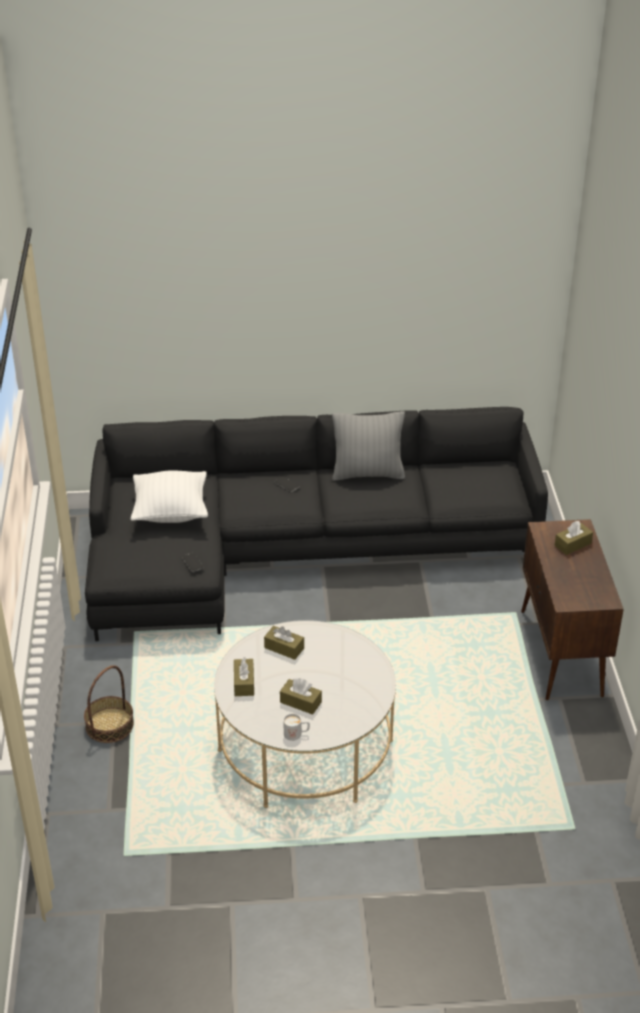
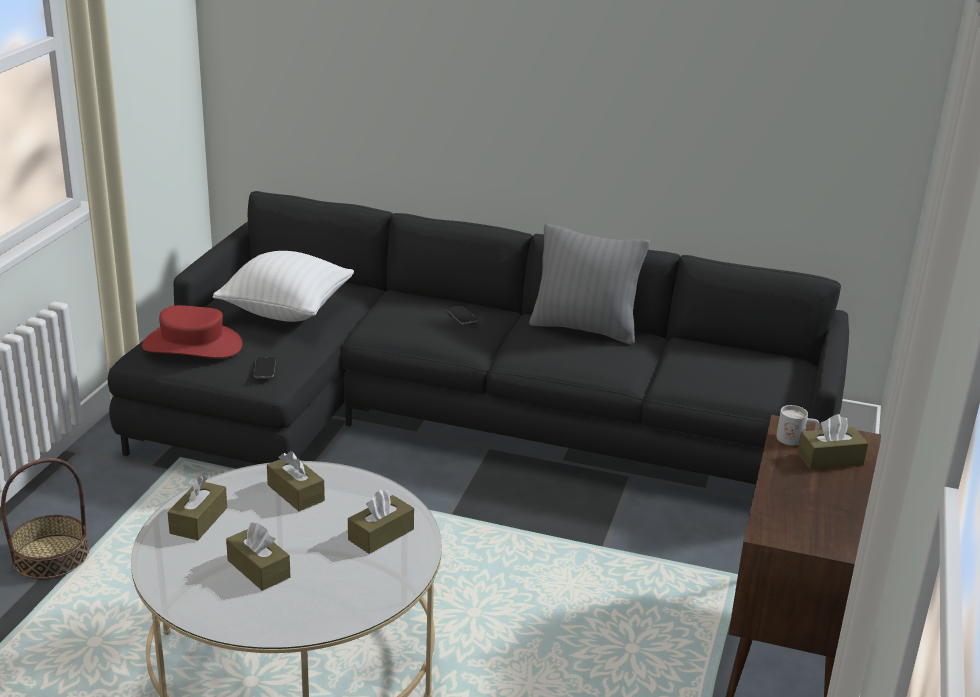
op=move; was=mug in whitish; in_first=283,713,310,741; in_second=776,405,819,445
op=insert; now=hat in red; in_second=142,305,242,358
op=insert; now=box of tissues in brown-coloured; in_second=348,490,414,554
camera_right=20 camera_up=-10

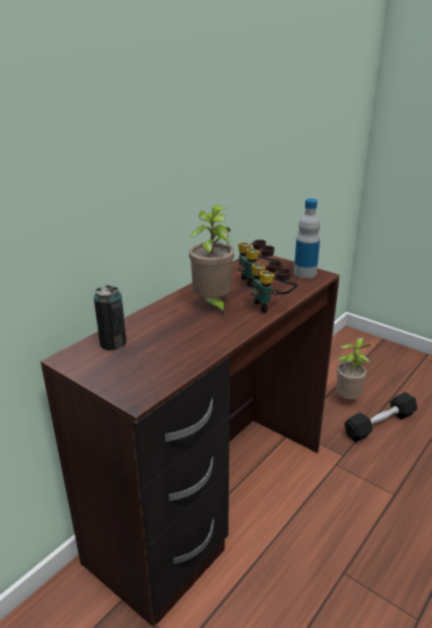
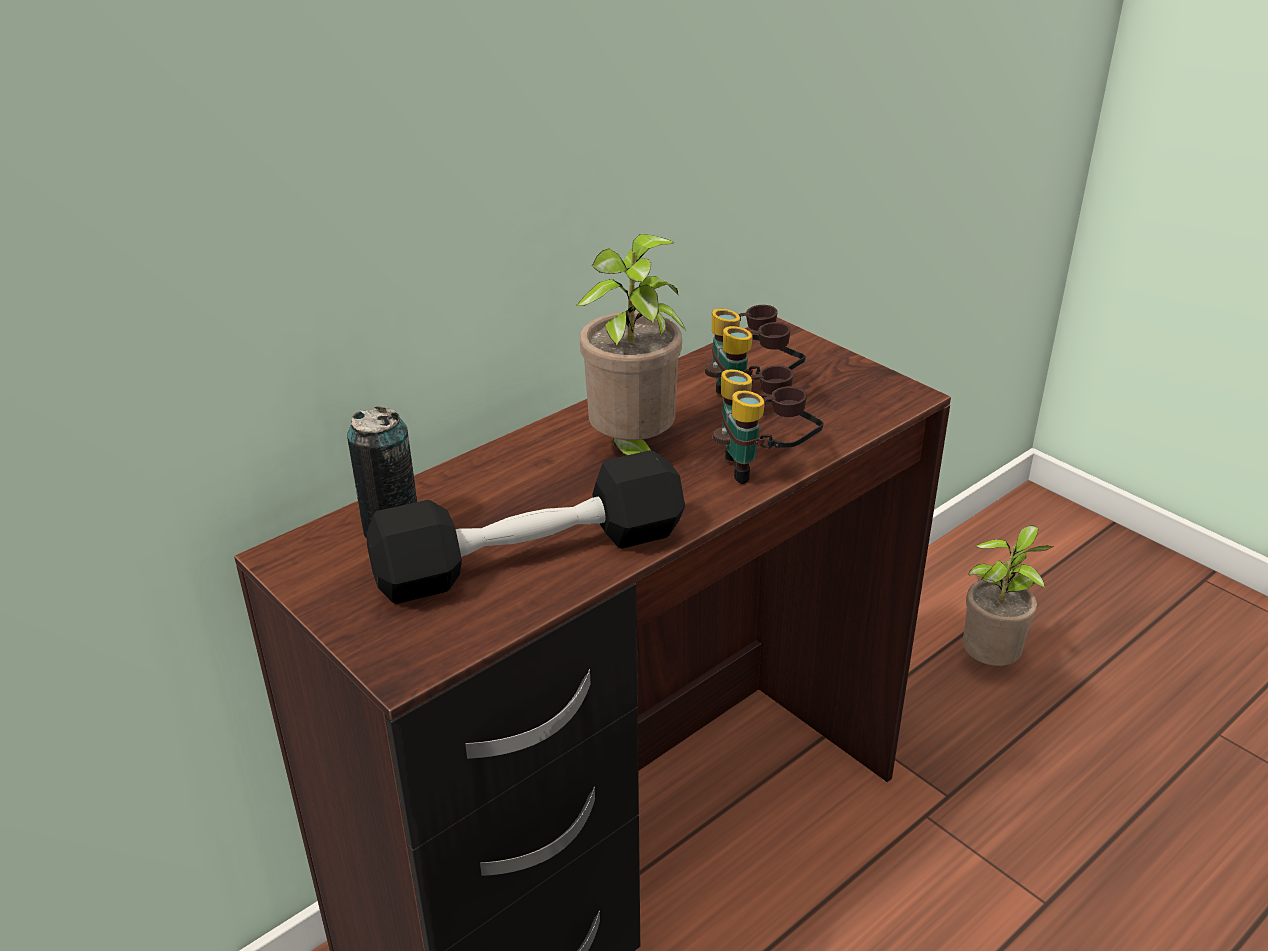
op=delete; was=bottle; in_first=294,199,320,279
op=move; was=hand weight in black; in_first=344,392,417,442; in_second=366,450,685,604
camera_right=10 camera_up=5

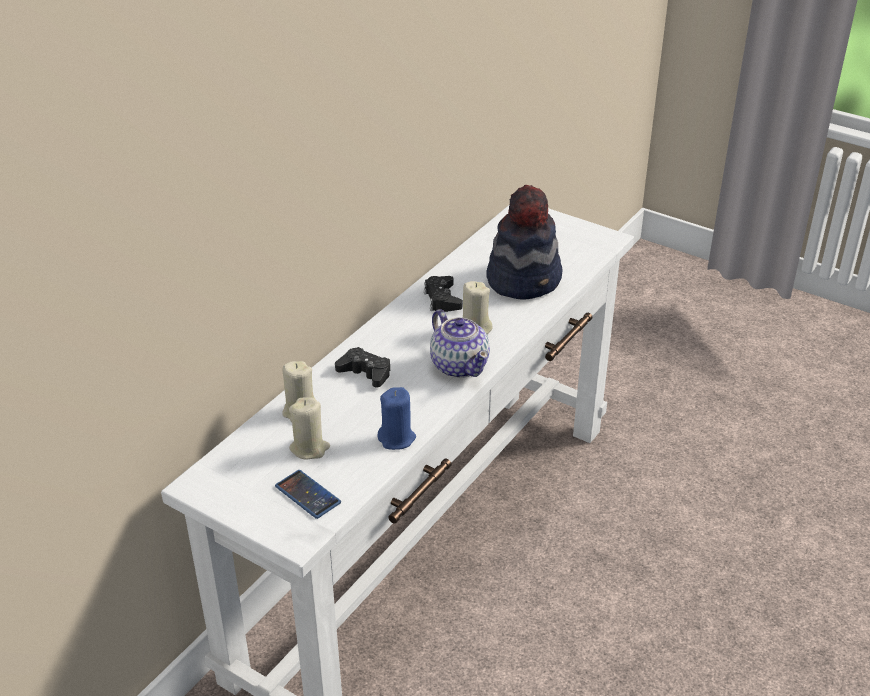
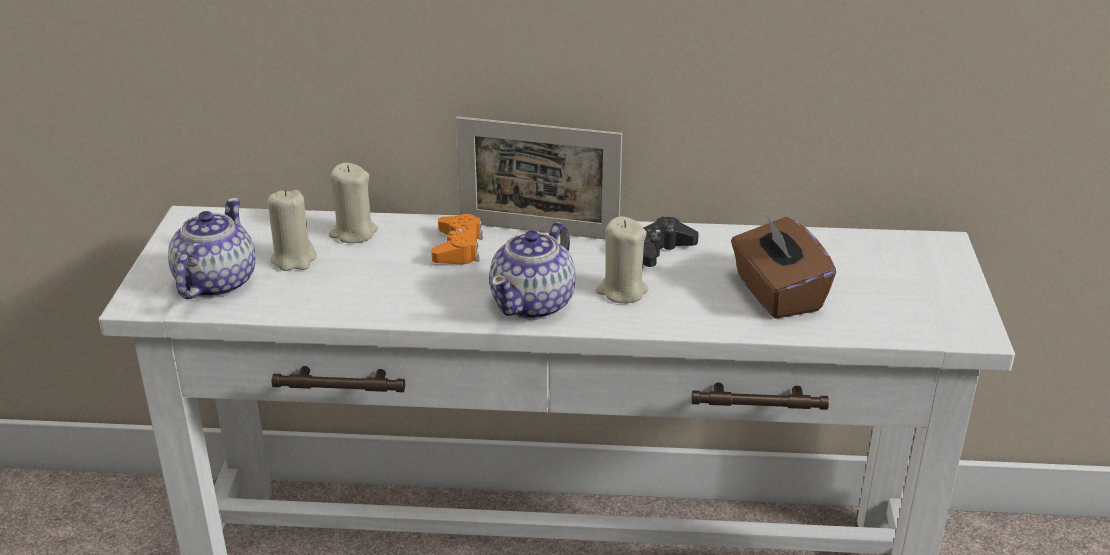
op=replace; was=phone; now=pot for tea; in_first=275,470,341,519; in_second=168,198,255,299
op=recolor; was=game controller in black; now=game controller in orange-coloured; in_first=335,347,390,387; in_second=431,214,483,264
op=delete; was=candle in bluish; in_first=377,387,416,450
op=replace; was=hat; now=box of tissues in brown-coloured; in_first=486,185,562,300; in_second=731,215,836,319
op=insert; now=standing frame; in_second=456,117,622,239
camera_right=60 camera_up=-5

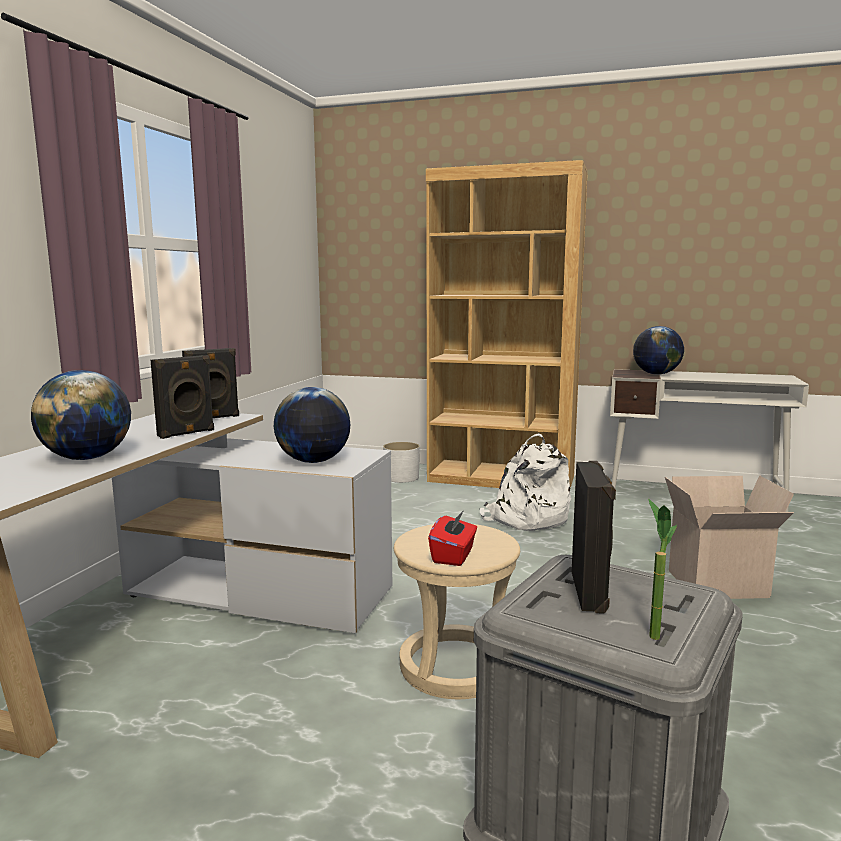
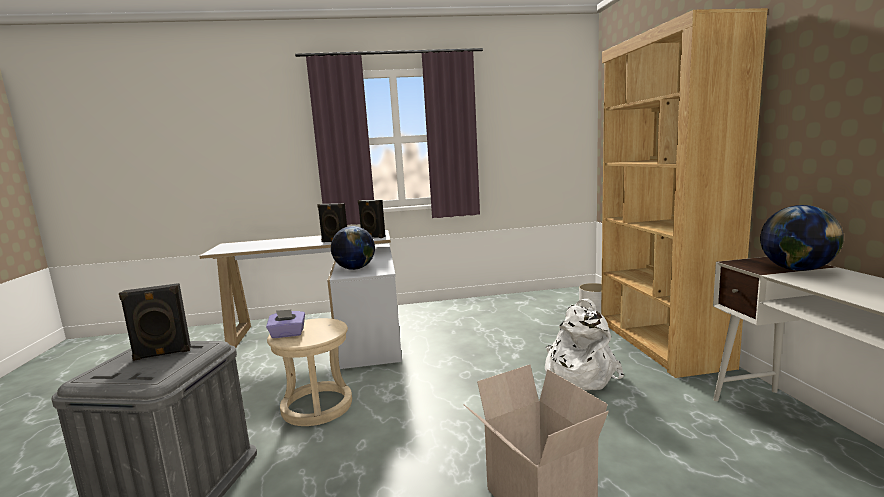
op=delete; was=world globe; in_first=31,370,131,460
op=recolor; was=box of tissues in red; now=box of tissues in purple-coloured; in_first=428,510,477,566; in_second=266,309,305,338
op=delete; was=houseplant; in_first=648,499,677,640
camera_right=65 camera_up=0

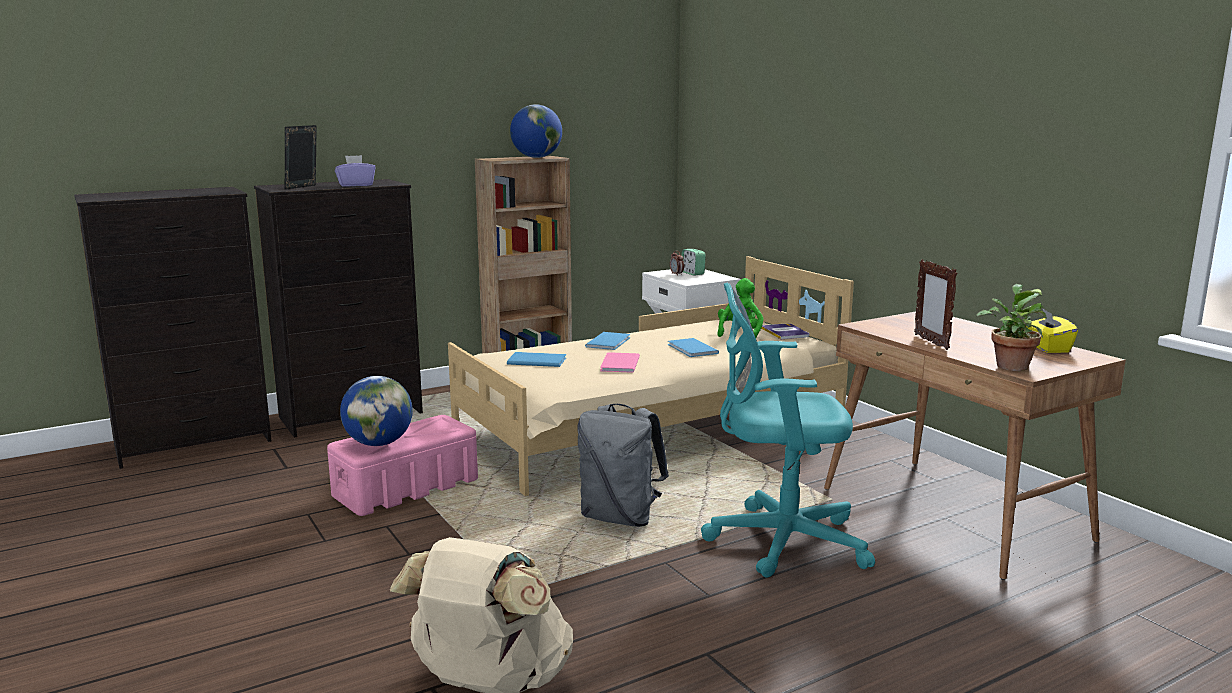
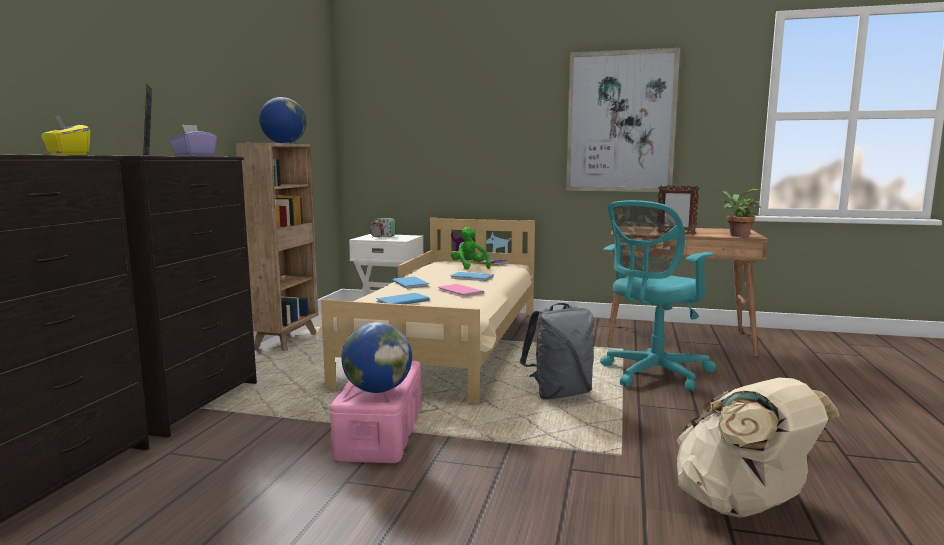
op=move; was=box of tissues in yellow-coloured; in_first=1026,308,1078,353; in_second=41,115,90,155
op=insert; now=wall picture; in_second=566,48,680,192
camera_right=-45 camera_up=-5

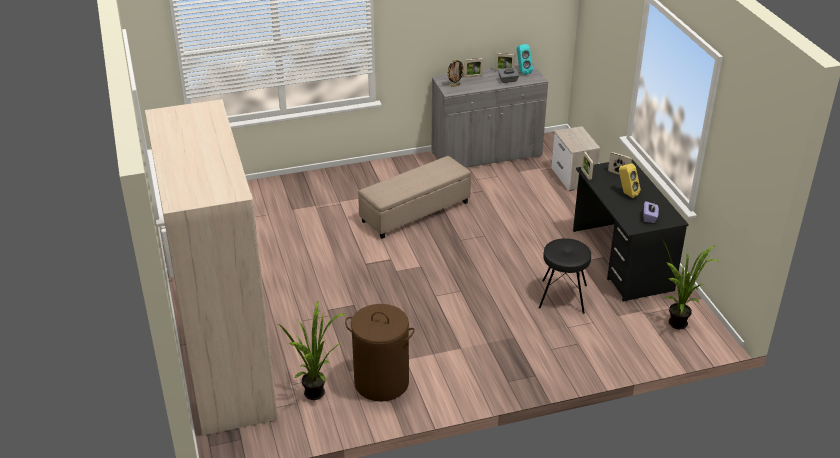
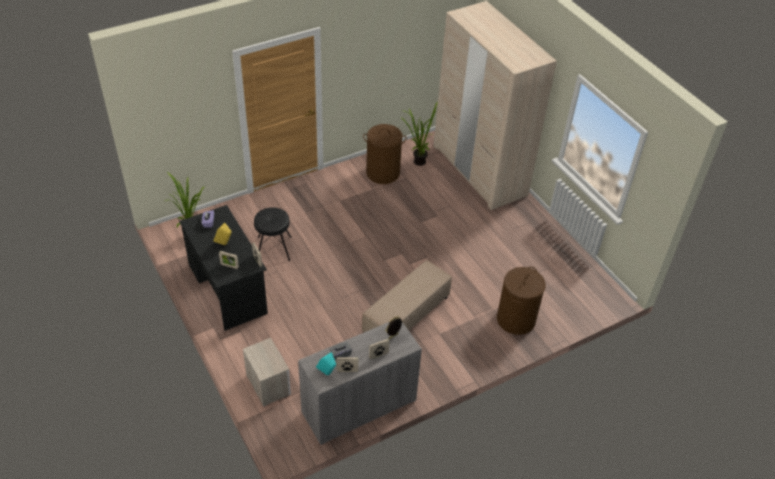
op=insert; now=hamper in brown-coloured; in_second=497,267,546,335
camera_right=165 camera_up=10

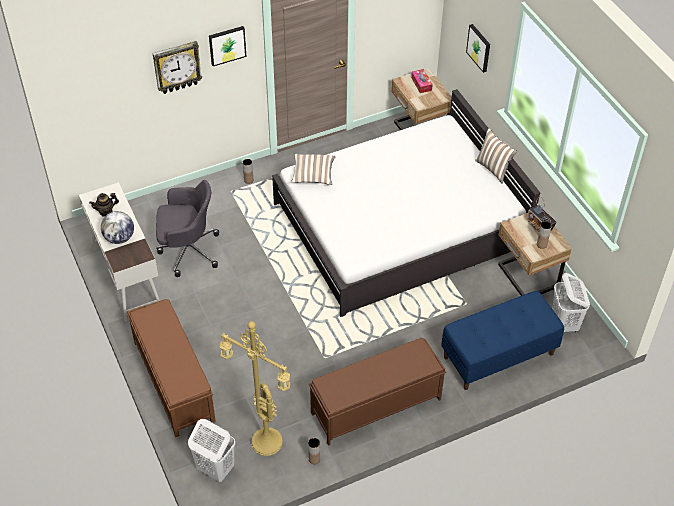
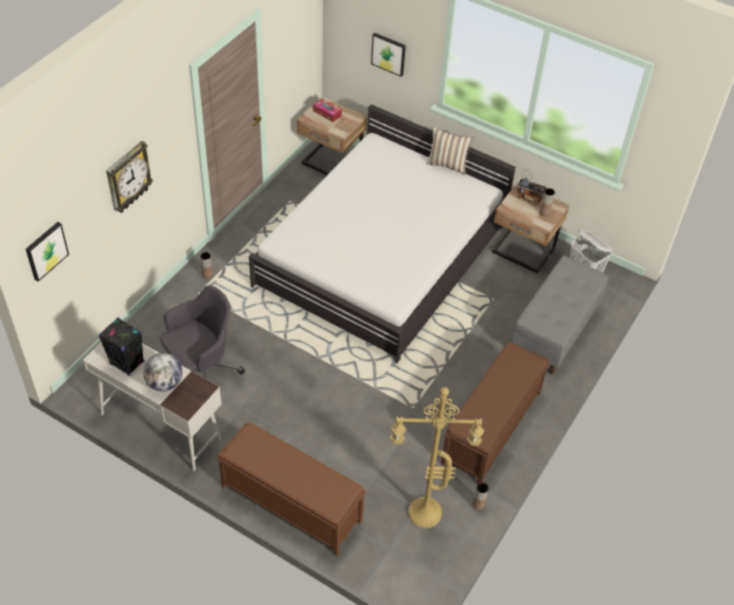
op=replace; was=pot for tea; now=speaker in black; in_first=89,193,119,216; in_second=98,317,144,376
op=delete; was=hamper in whitish; in_first=188,419,235,482
op=move; was=wall picture; in_first=209,26,247,66; in_second=26,222,69,282
op=delete; was=cushion; in_first=291,154,335,185
op=recolor; was=bench in bluish; now=bench in gray; in_first=441,291,564,390; in_second=510,256,609,375
camera_right=-35 camera_up=0

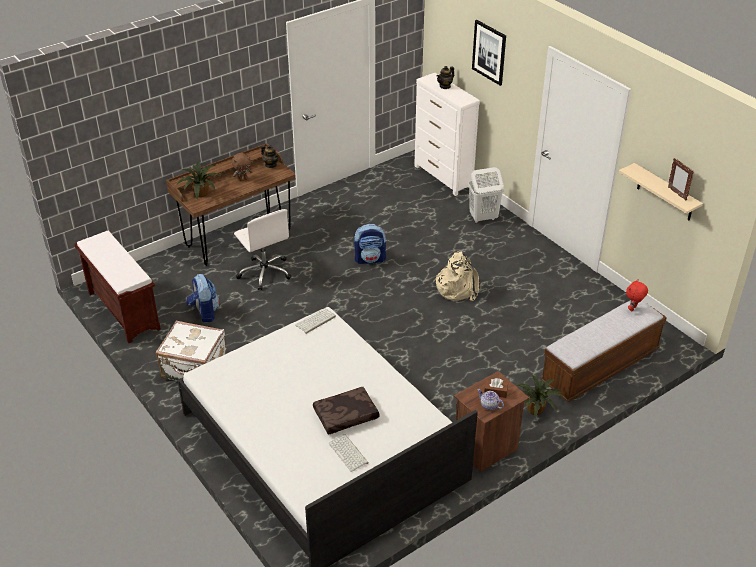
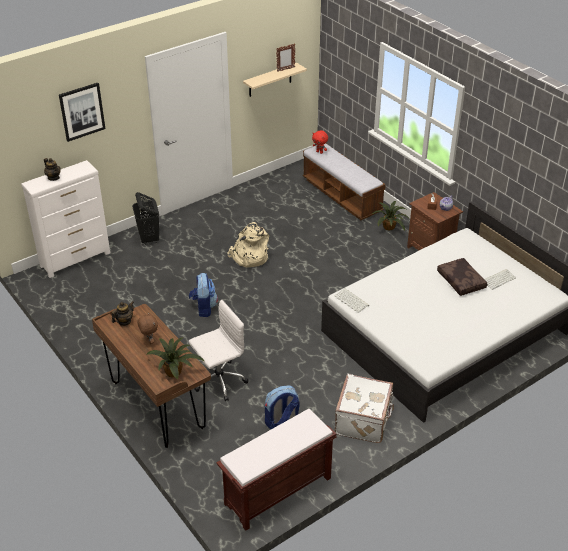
op=recolor; was=hamper in whitish; now=hamper in black; in_first=468,167,504,223; in_second=132,192,159,245
camera_right=-90 camera_up=0

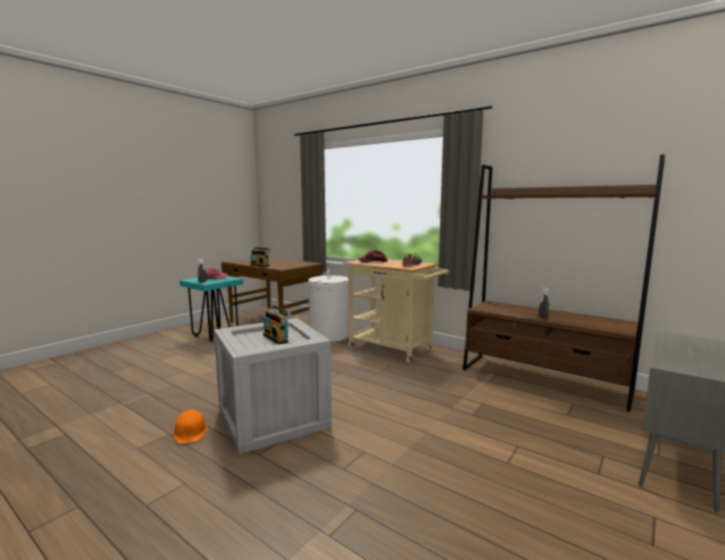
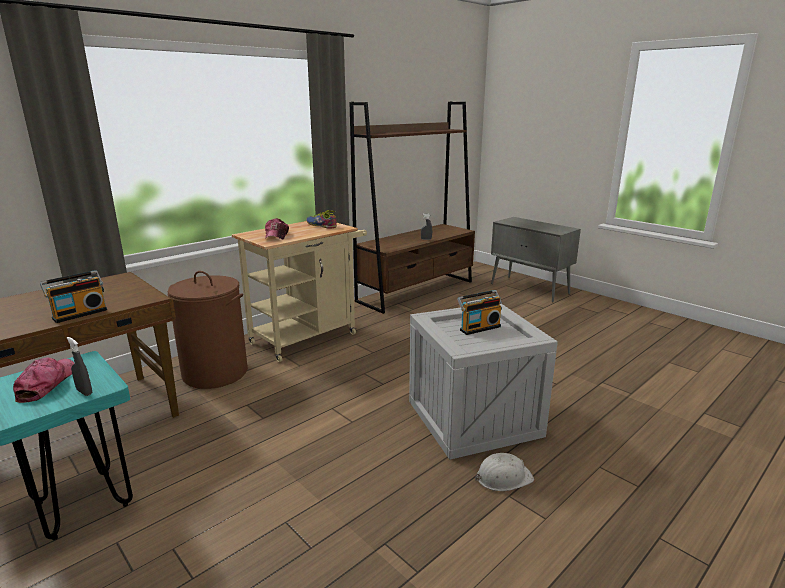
op=recolor; was=safety helmet in orange-coloured; now=safety helmet in whitish; in_first=173,409,207,444; in_second=475,453,534,491
op=recolor; was=hamper in whitish; now=hamper in brown-coloured; in_first=308,269,349,342; in_second=168,271,248,389
camera_right=-80 camera_up=10

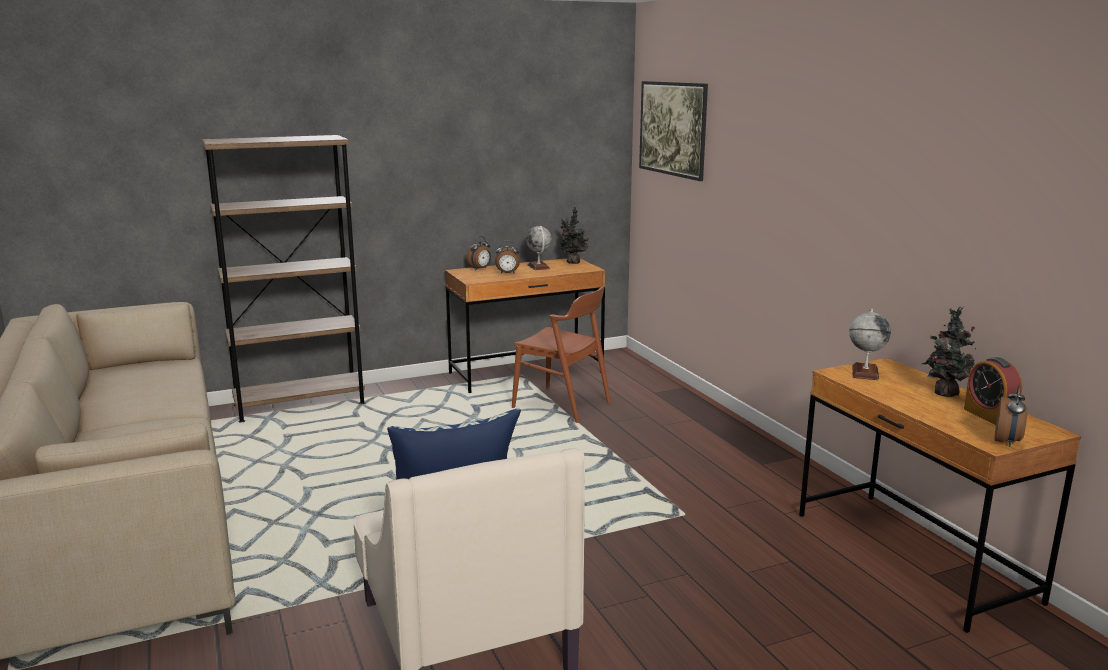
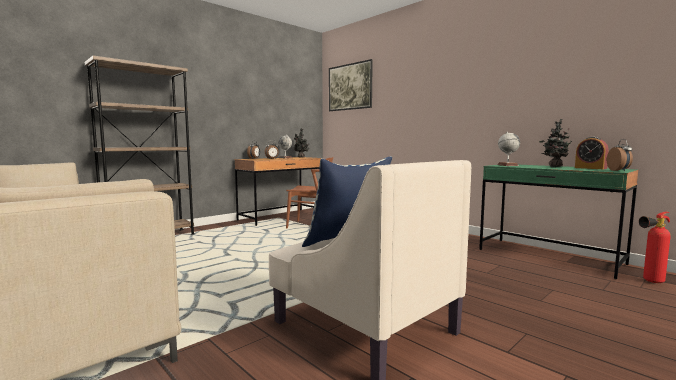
op=recolor; was=desk in brown-coloured; now=desk in greenish; in_first=799,358,1081,633; in_second=479,165,639,279
op=insert; now=extinguisher; in_second=639,212,671,283
camera_right=-20 camera_up=-10

